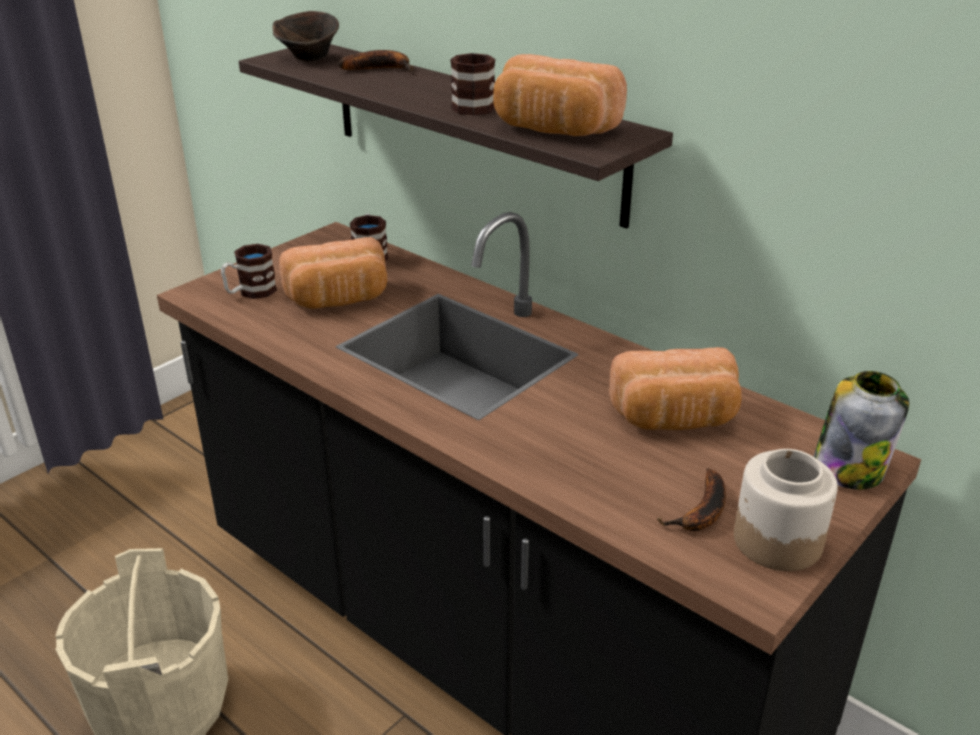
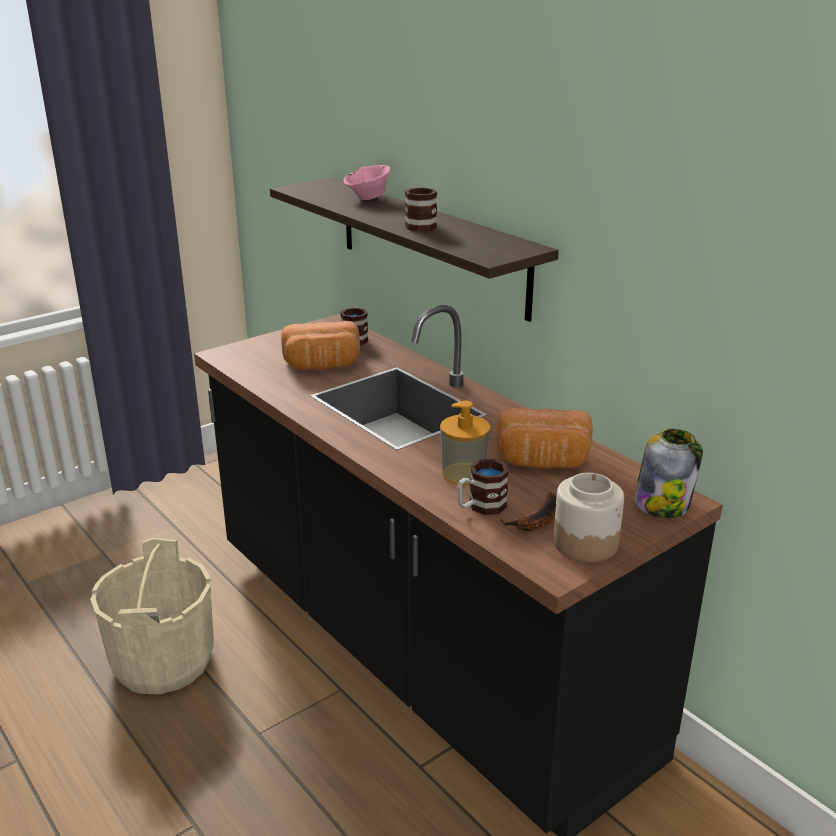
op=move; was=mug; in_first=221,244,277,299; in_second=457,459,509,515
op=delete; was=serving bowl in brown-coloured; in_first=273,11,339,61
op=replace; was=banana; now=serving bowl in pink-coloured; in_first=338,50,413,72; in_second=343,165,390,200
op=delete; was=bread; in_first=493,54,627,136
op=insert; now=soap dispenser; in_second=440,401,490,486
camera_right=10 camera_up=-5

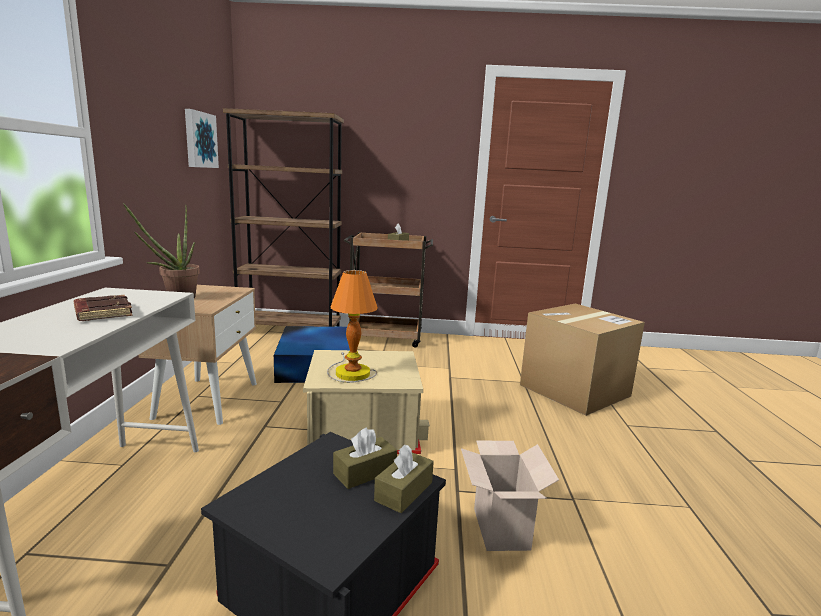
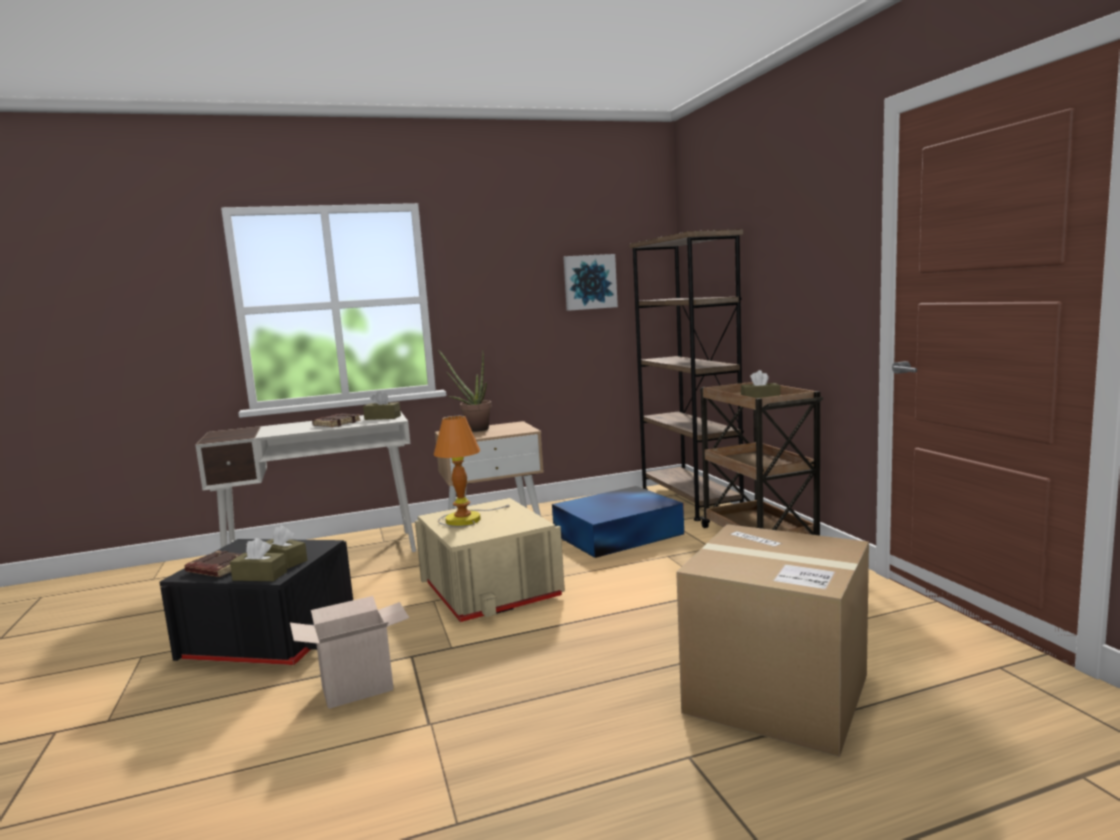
op=insert; now=bound book in brown-coloured; in_second=184,551,243,577
op=insert; now=box of tissues in brown-coloured; in_second=363,391,401,420
camera_right=70 camera_up=-5

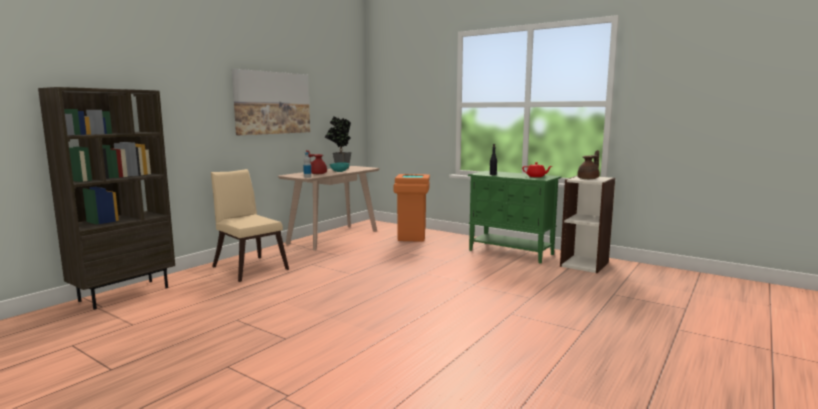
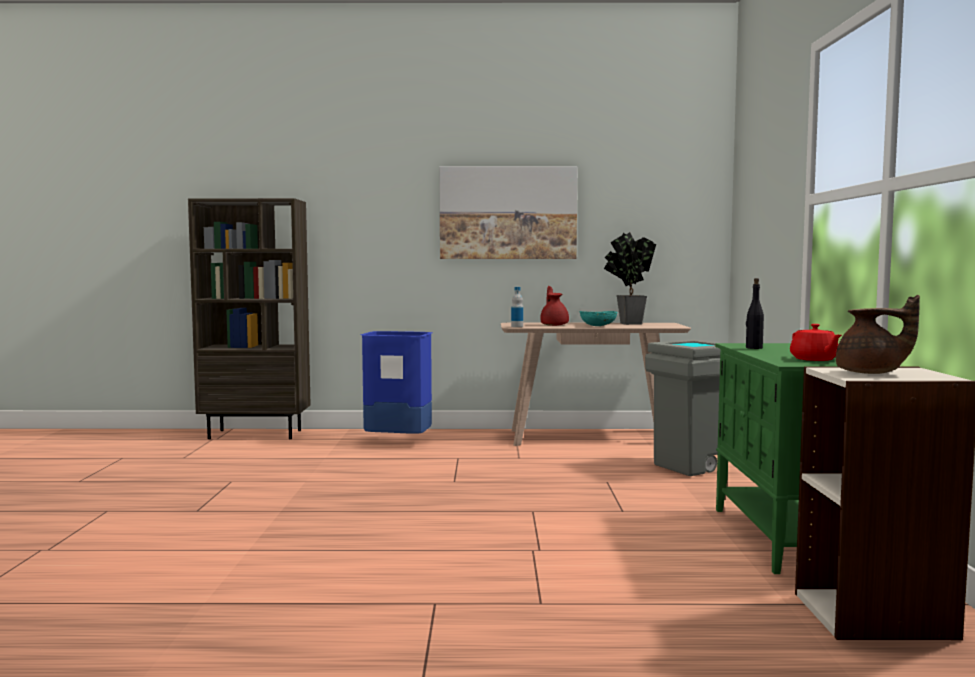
op=replace; was=upright chair in beige-coloured; now=trash can in bluish; in_first=211,169,289,282; in_second=360,331,432,434
op=recolor; was=trash can in orange-coloured; now=trash can in gray; in_first=393,174,430,242; in_second=645,340,720,476
camera_right=55 camera_up=-5

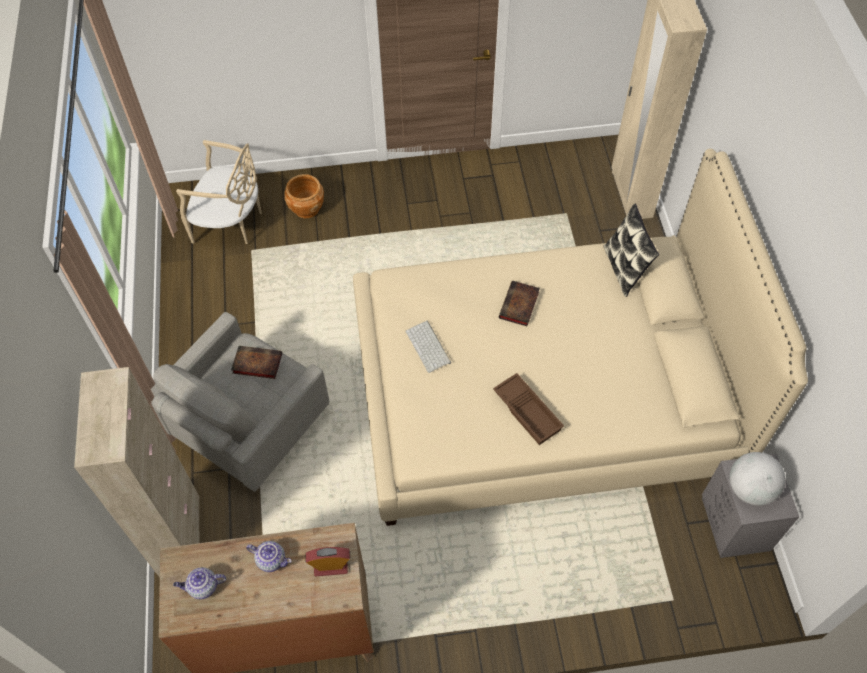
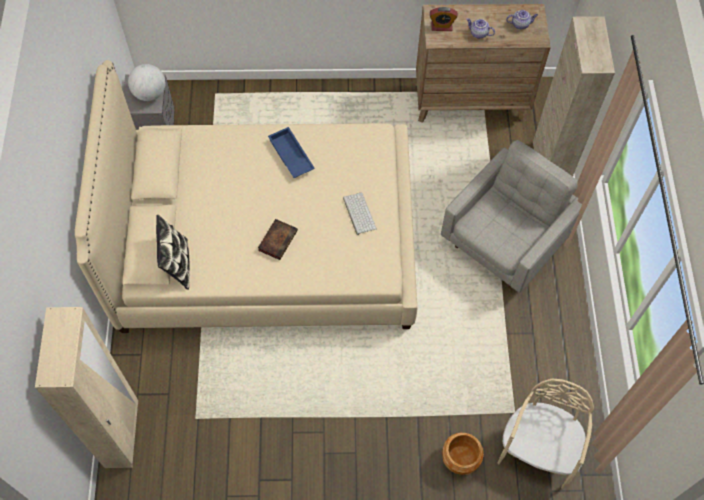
op=rotate; was=upright chair in beige-coloured; in_first=176,140,262,244; in_second=497,379,594,489; clockwise=90
op=delete; was=bound book; in_first=231,346,282,379
op=recolor; was=serving tray in brown-coloured; now=serving tray in bluish; in_first=493,373,564,445; in_second=268,127,315,178
camera_right=-175 camera_up=5

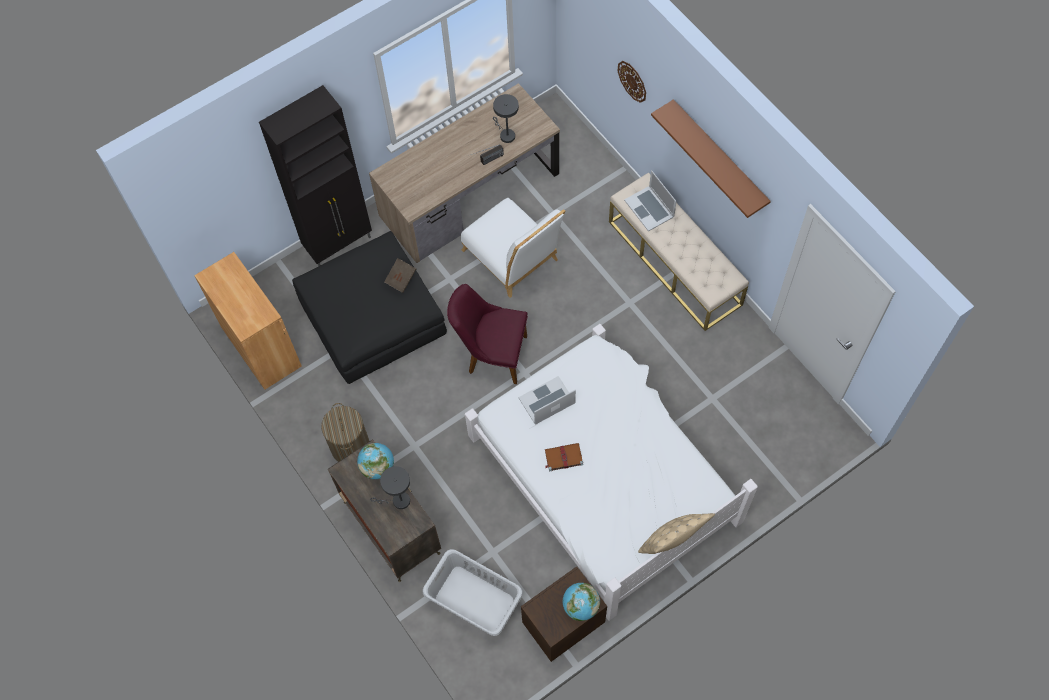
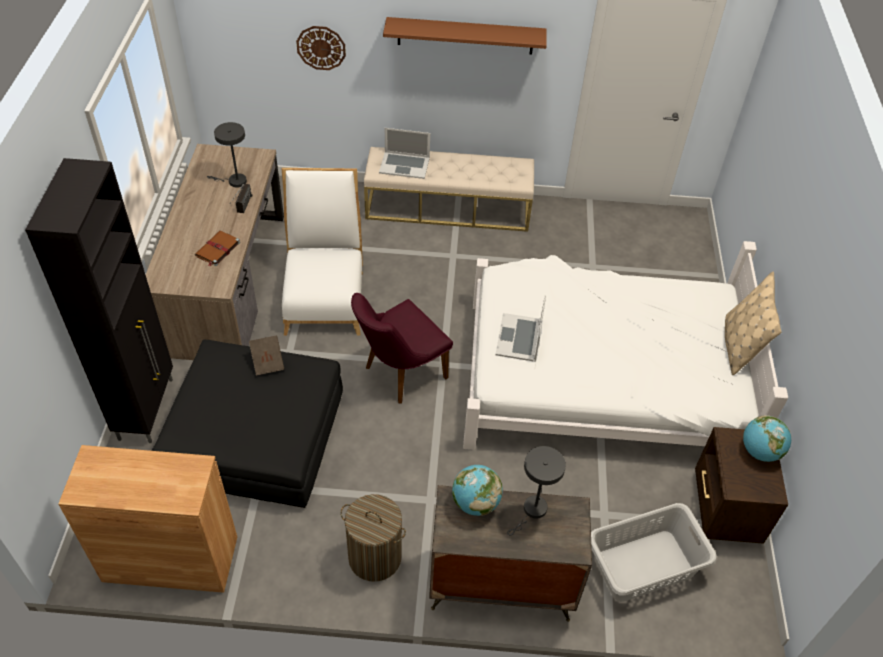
op=rotate; was=upright chair in whitish; in_first=461,198,565,298; in_second=281,168,363,336; clockwise=-90
op=move; was=bound book in brown-coloured; in_first=545,443,583,471; in_second=195,231,240,266
camera_right=-55 camera_up=-15

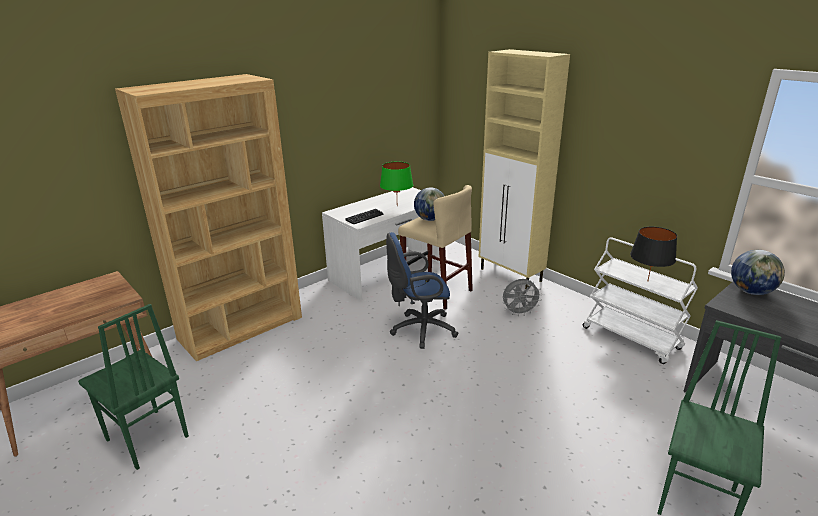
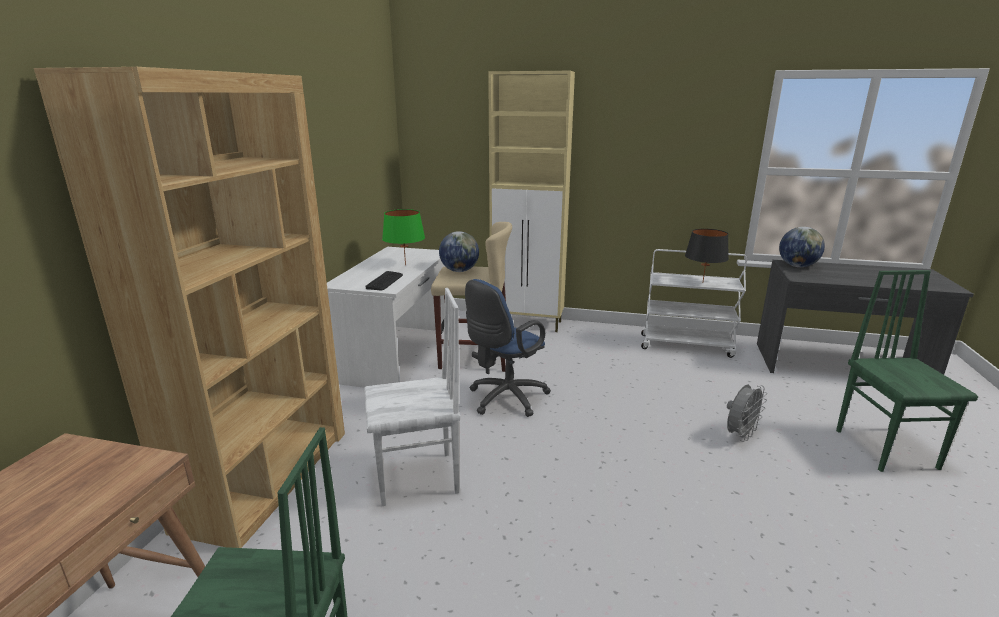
op=move; was=cooling fan in gray; in_first=503,279,542,316; in_second=727,385,767,442
op=insert; now=upright chair in whitish; in_second=364,288,460,506
camera_right=-35 camera_up=-5

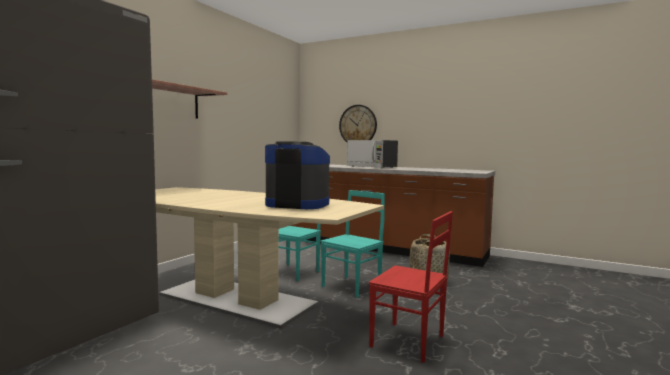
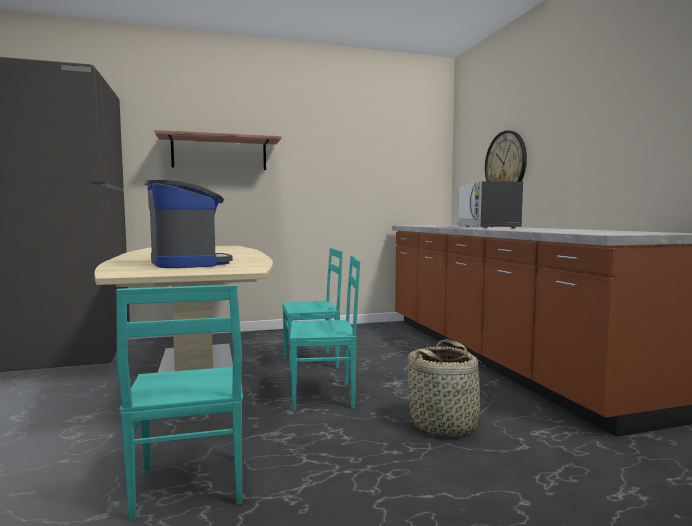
op=recolor; was=upright chair in red; now=upright chair in turquoise-coloured; in_first=369,211,453,363; in_second=116,285,243,521
camera_right=45 camera_up=0

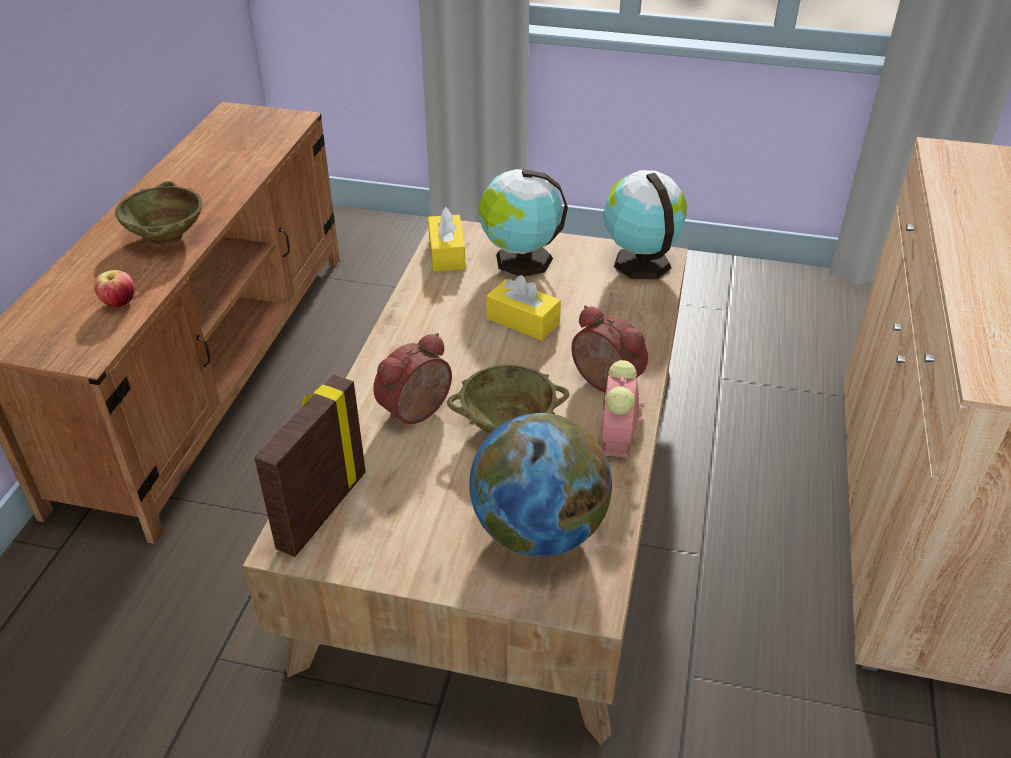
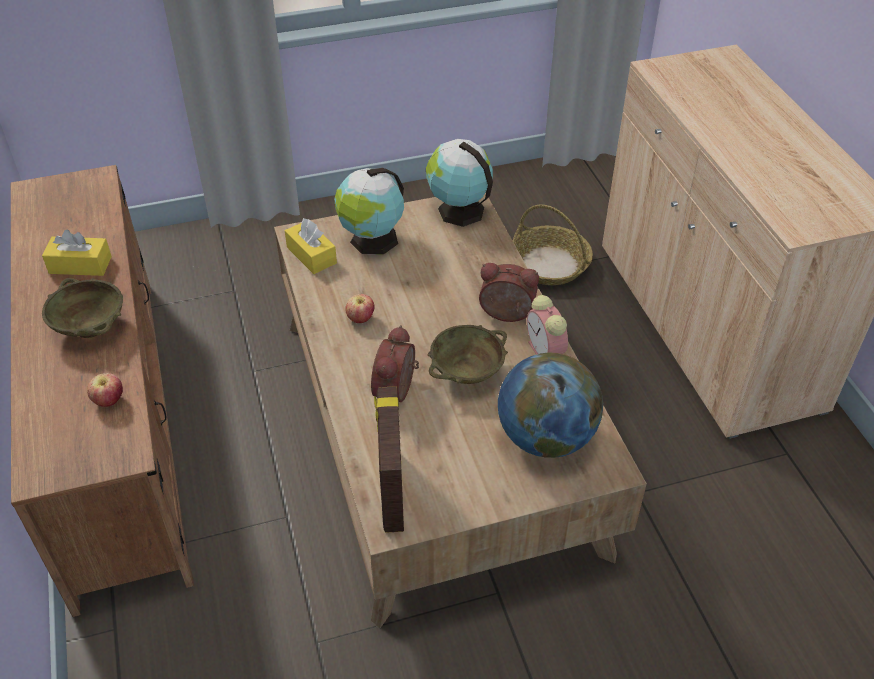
op=move; was=box of tissues in yellow-coloured; in_first=486,275,561,341; in_second=42,230,112,276
op=insert; now=apple; in_second=345,294,375,323
op=insert; now=household basket; in_second=513,205,593,285
camera_right=-30 camera_up=5

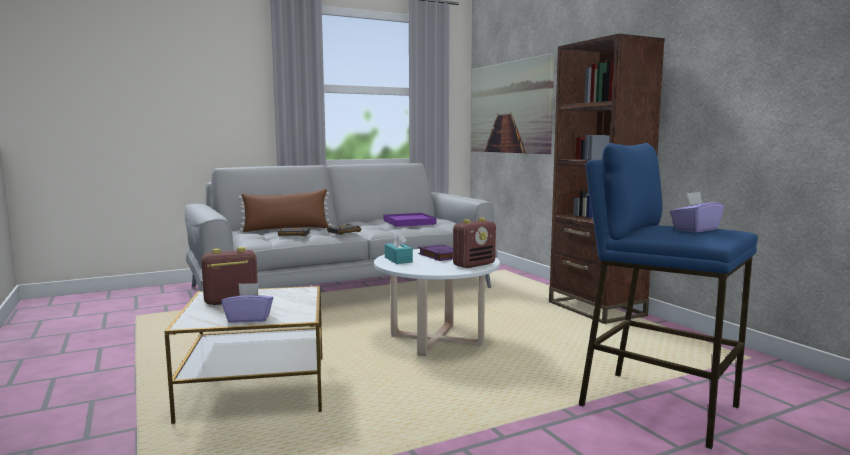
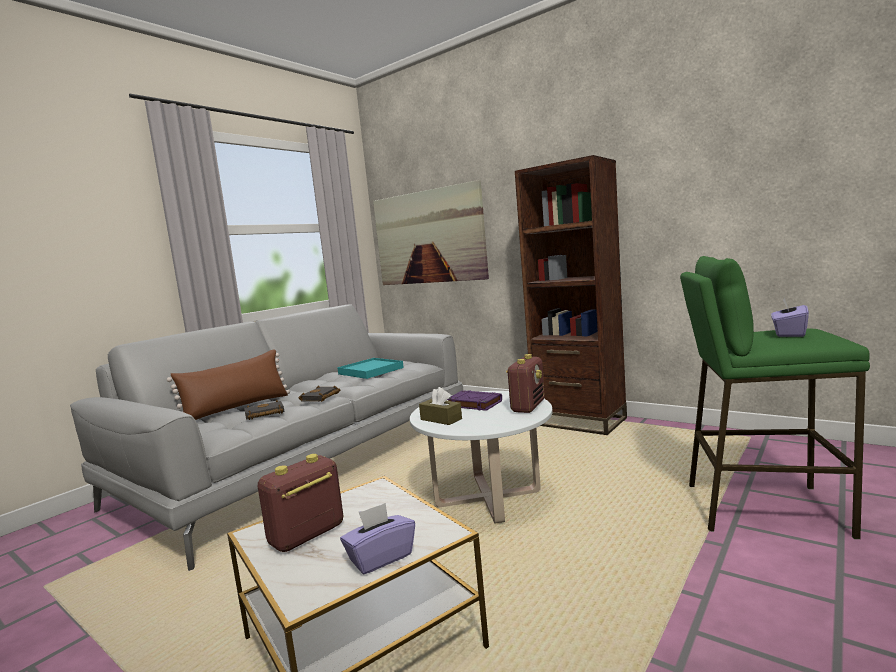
op=recolor; was=serving tray in purple-coloured; now=serving tray in turquoise-coloured; in_first=384,213,437,227; in_second=337,358,404,379
op=recolor; was=box of tissues in turquoise-coloured; now=box of tissues in brown-coloured; in_first=385,232,413,264; in_second=419,387,462,425
op=recolor; was=sitting stool in bluish; now=sitting stool in greenish; in_first=579,143,758,449; in_second=680,256,870,539
camera_right=-25 camera_up=0

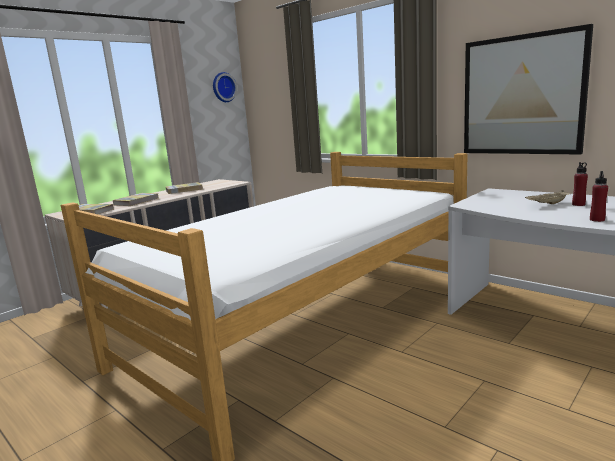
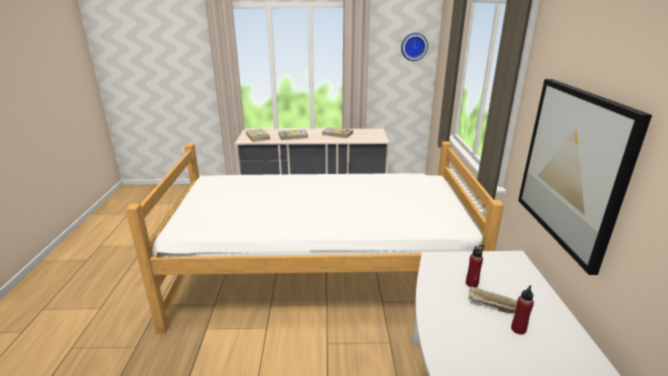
op=move; was=bottle in red; in_first=590,171,608,222; in_second=466,245,485,288
camera_right=45 camera_up=10

